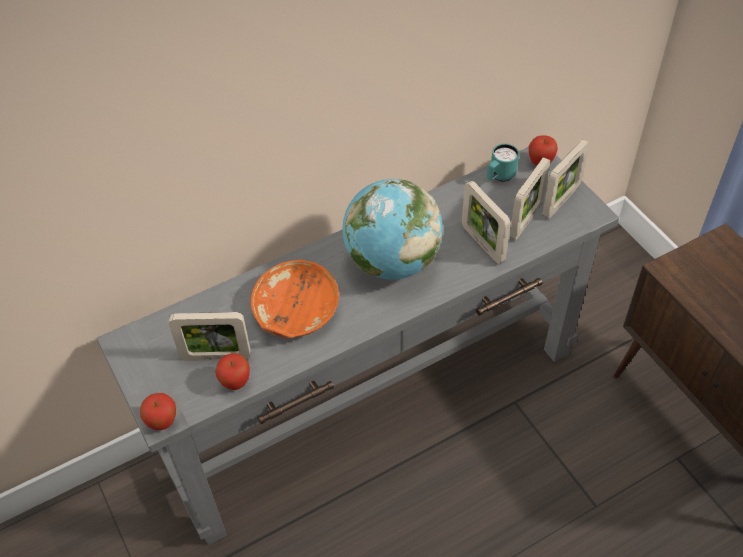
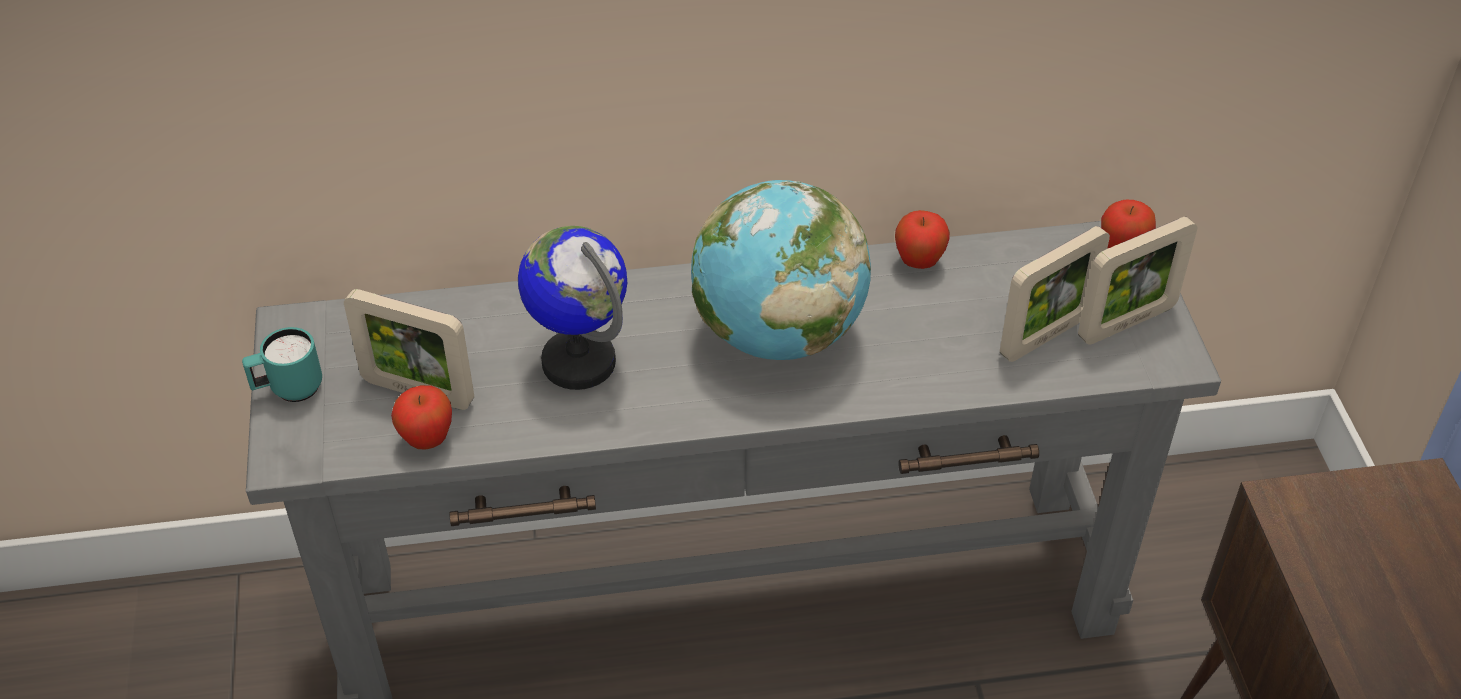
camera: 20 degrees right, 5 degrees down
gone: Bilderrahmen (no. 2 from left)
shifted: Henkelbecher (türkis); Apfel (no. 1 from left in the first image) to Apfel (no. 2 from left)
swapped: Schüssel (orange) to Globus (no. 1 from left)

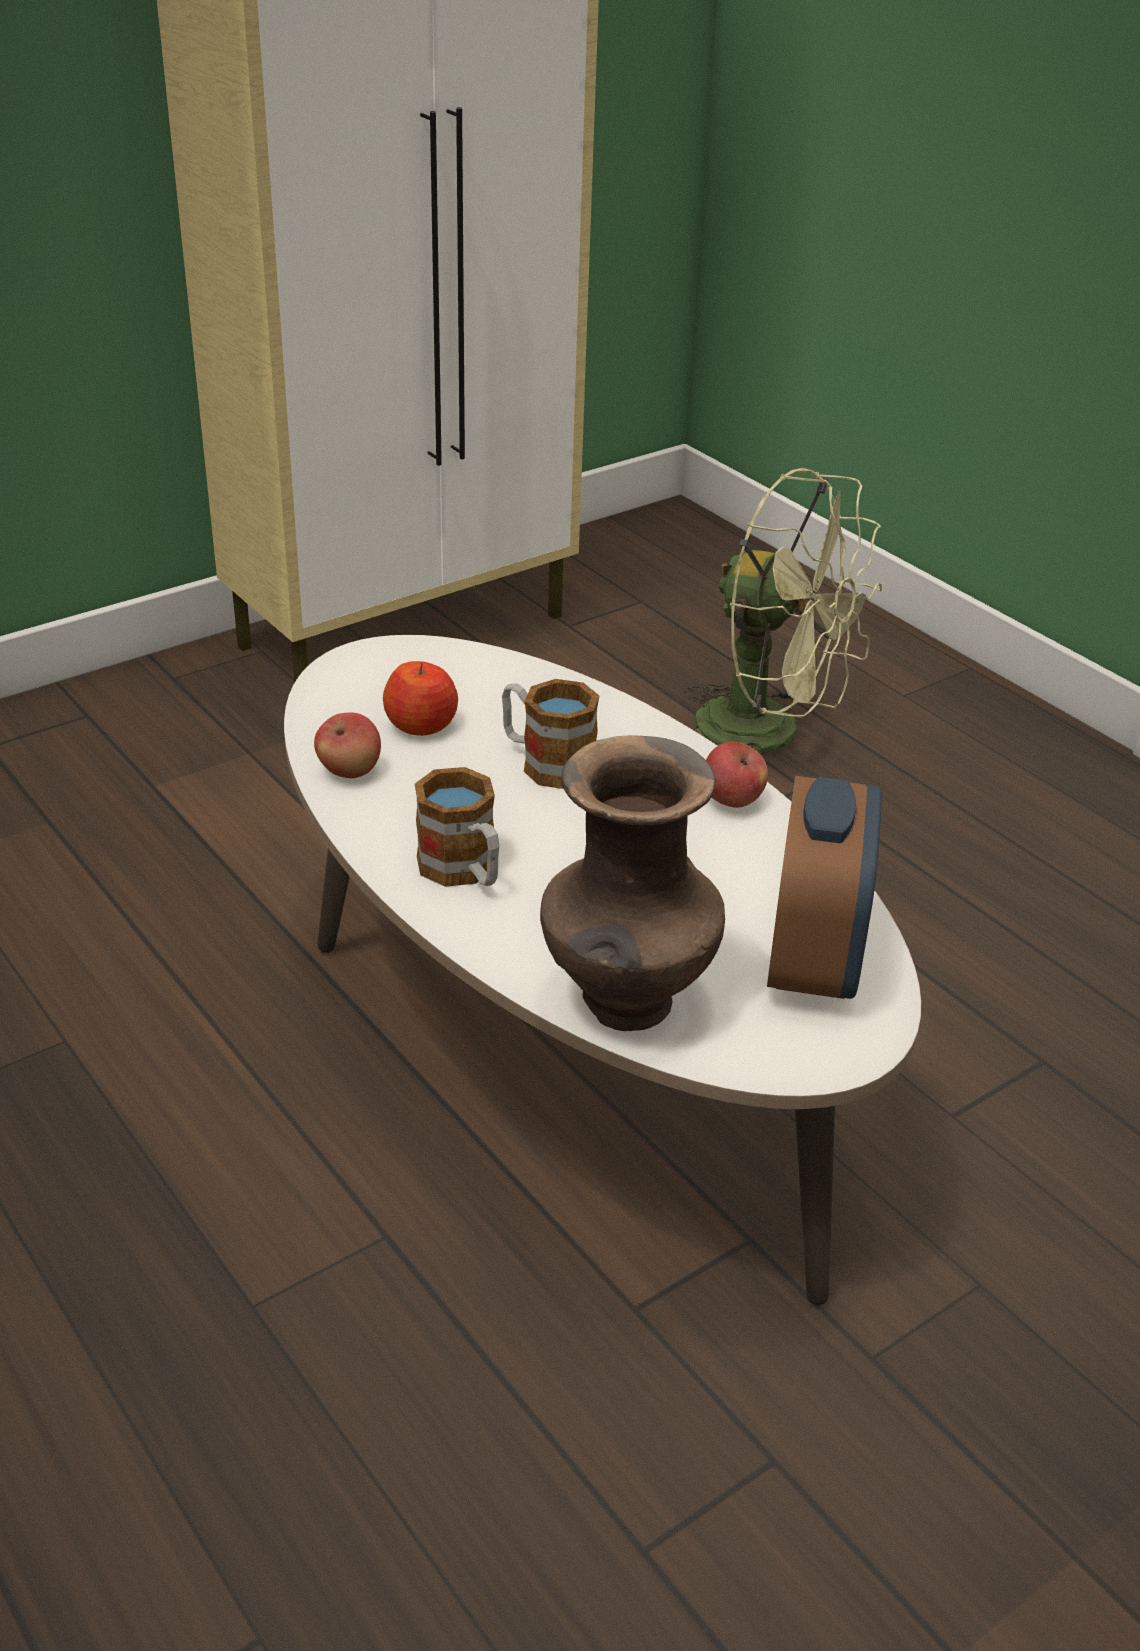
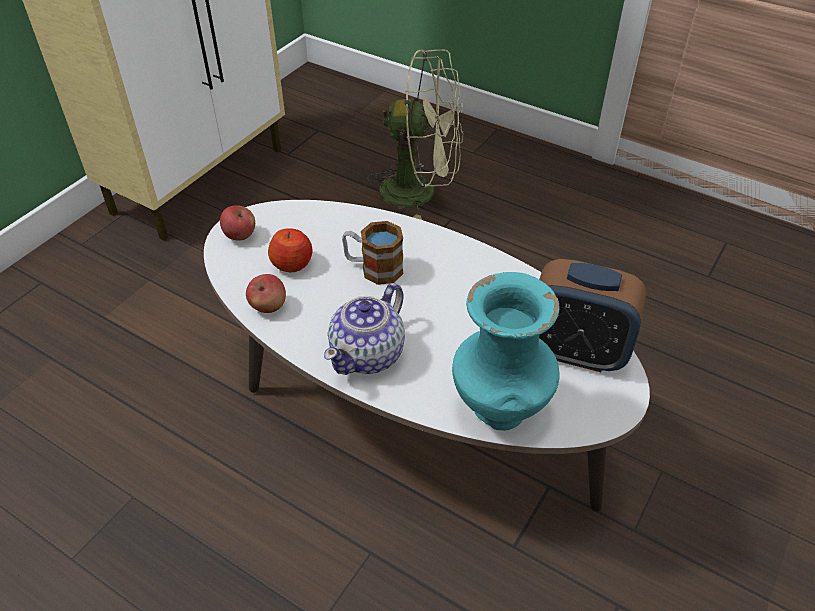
camera: 20 degrees left, 10 degrees up
shifted: Apfel (no. 3 from left in the first image) to Apfel (no. 1 from left)
swapped: Henkelbecher (no. 1 from left) to Teekanne
repainted: Vase (braun) to Vase (türkis)
rotated: Wecker 120 degrees clockwise

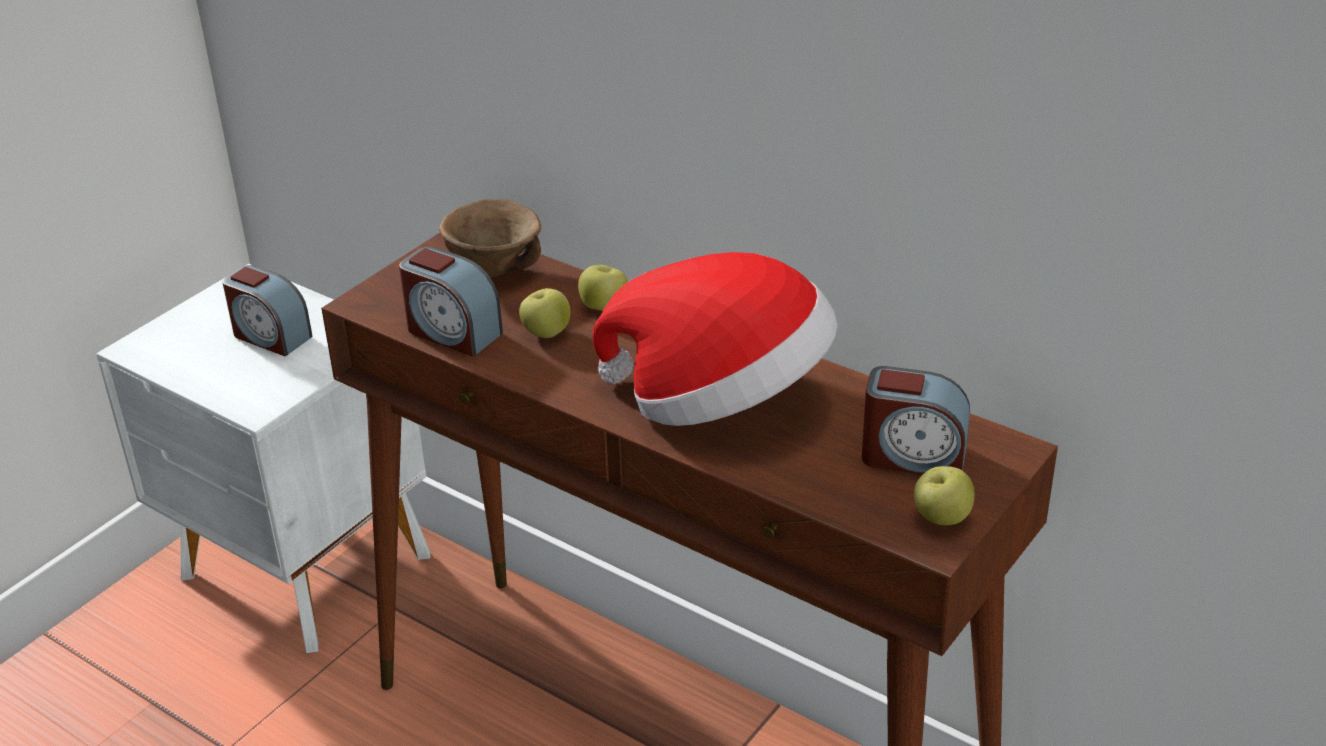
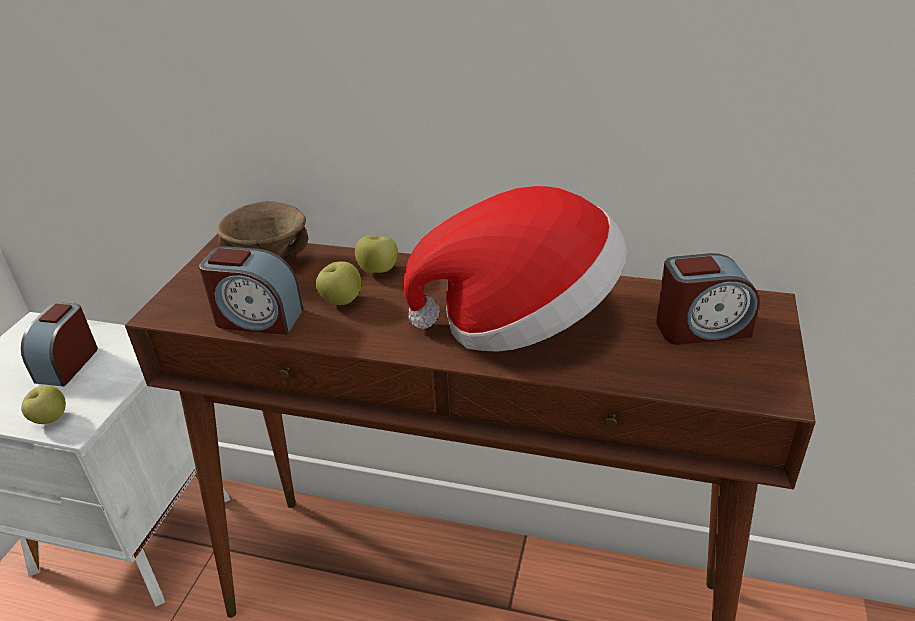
camera: 20 degrees left, 0 degrees up
shifted: Apfel (no. 3 from left in the first image) to Apfel (no. 1 from left)
rotated: Wecker (no. 1 from left) 90 degrees clockwise

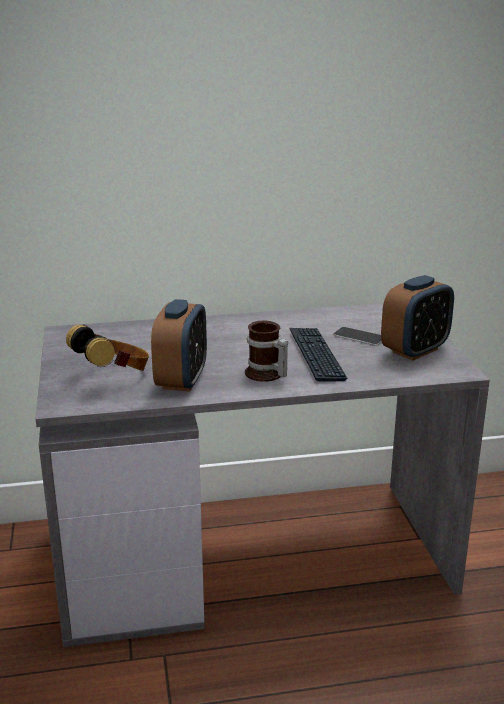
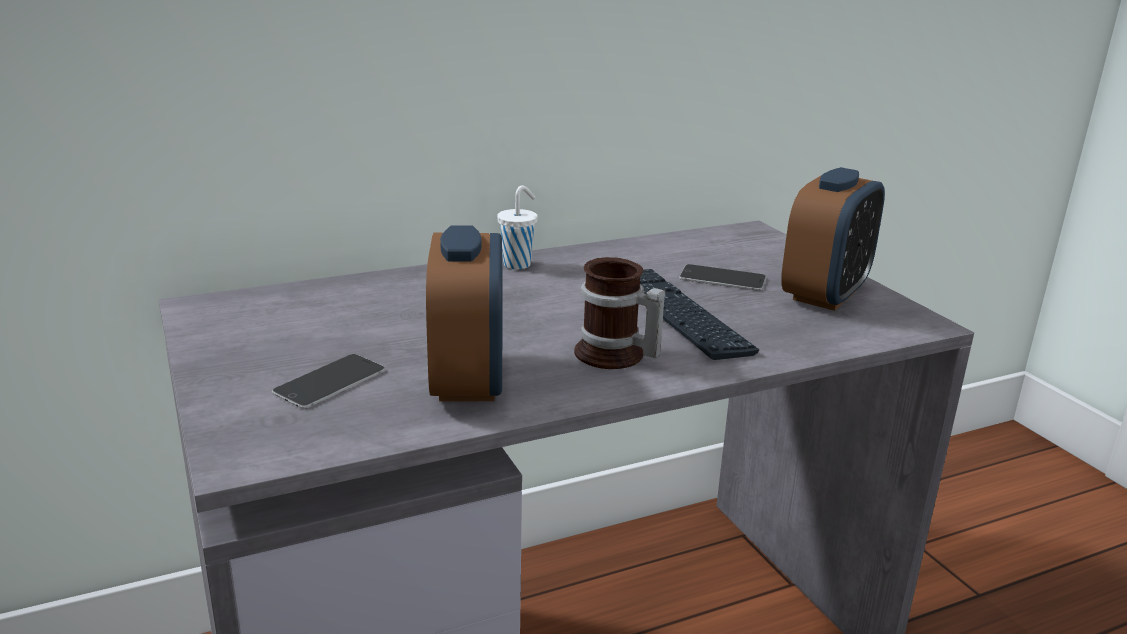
camera: 15 degrees left, 0 degrees up
new: Tasse (weiß)
swapped: Kopfhörer to Handy (no. 1 from left)

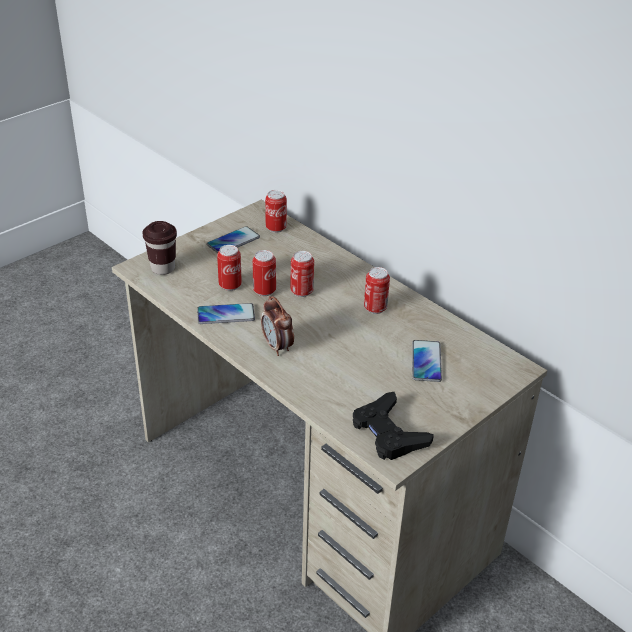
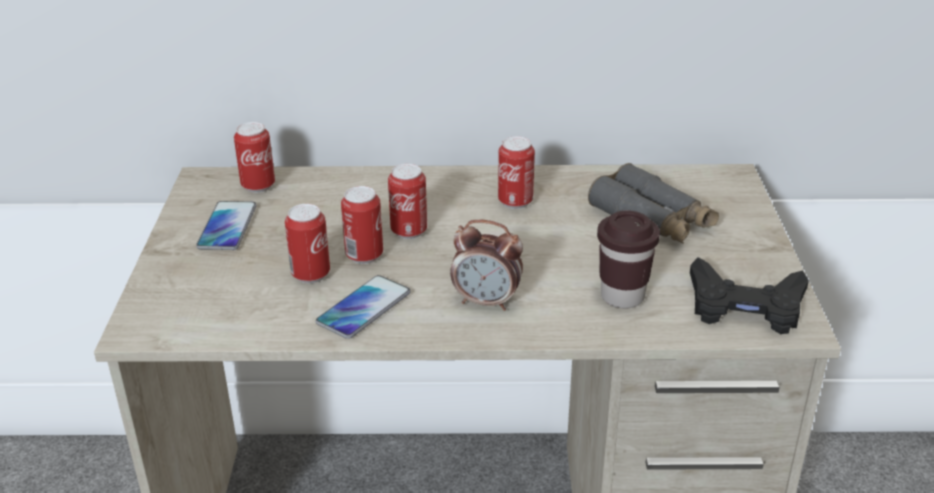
camera: 45 degrees left, 5 degrees down
shifted: Tasse (braun)
swapped: Handy (no. 3 from left) to Fernglas (grau)

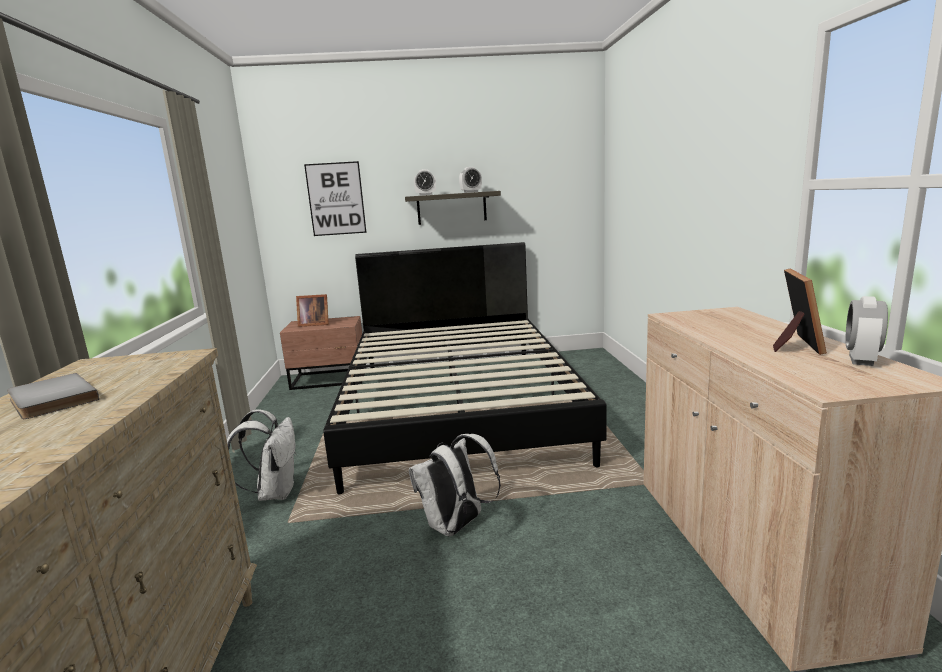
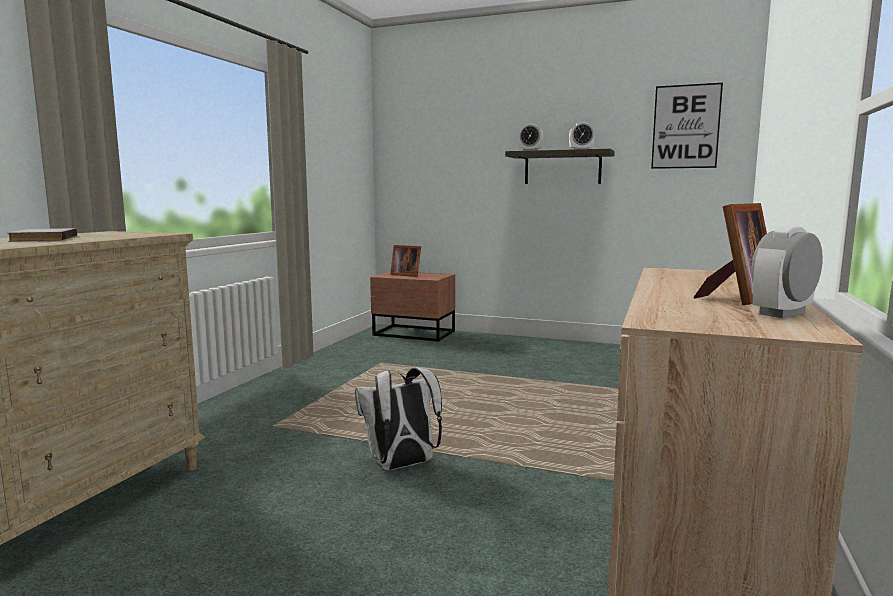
camera: 25 degrees right, 5 degrees down
gone: Rucksack (weiß) (no. 1 from left); Bett (schwarz)
shifted: Bild

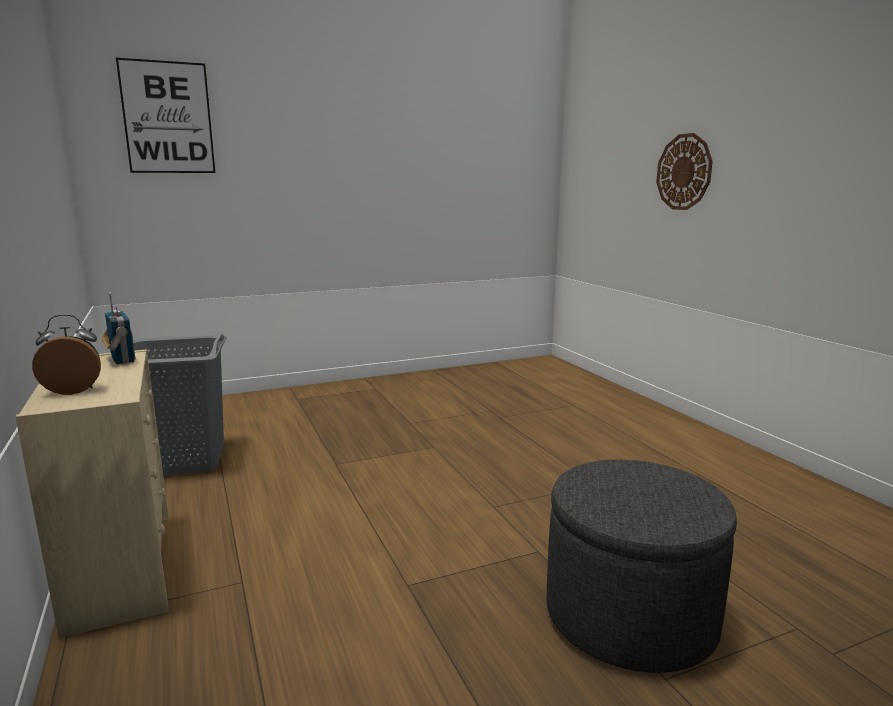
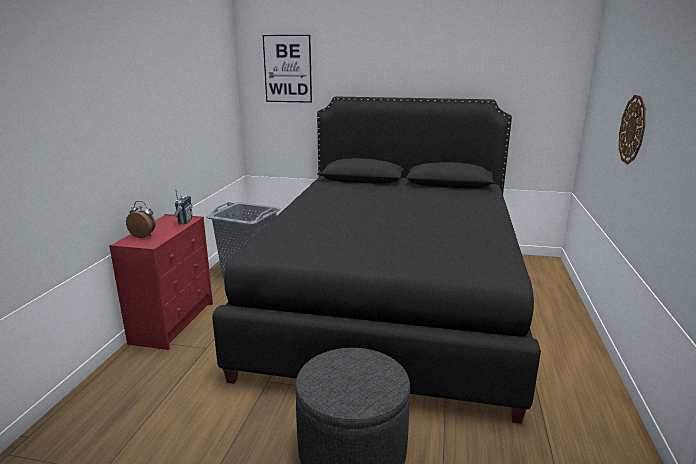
camera: 35 degrees right, 5 degrees up
new: Bett (schwarz)
repainted: Kommode (beige) to Kommode (rot)

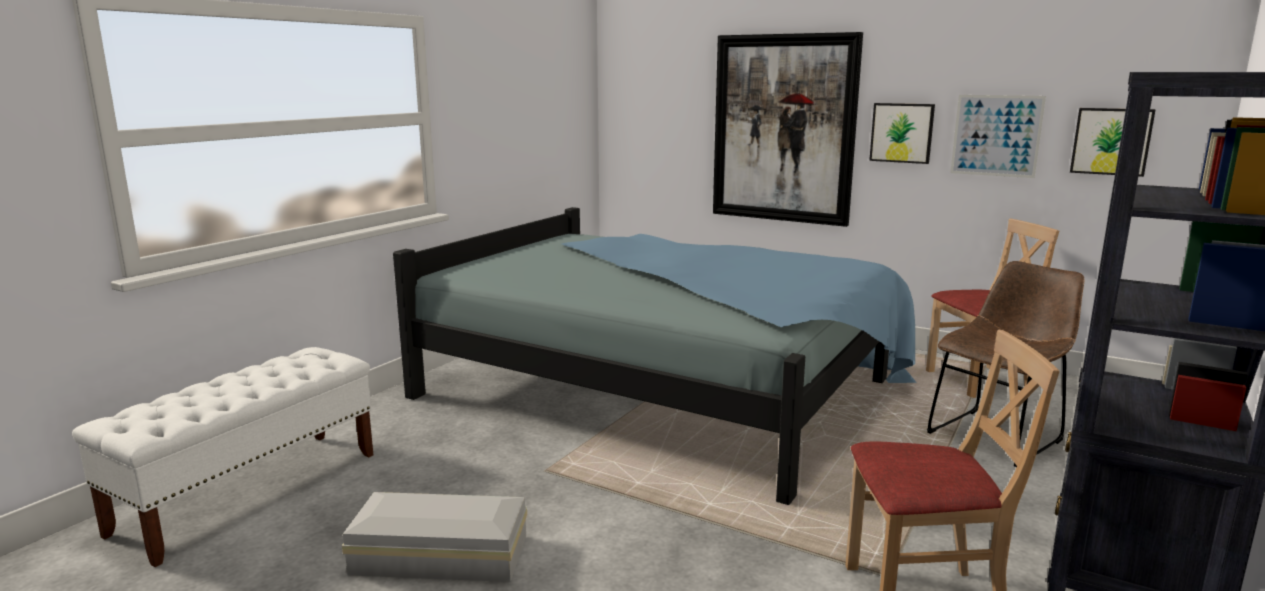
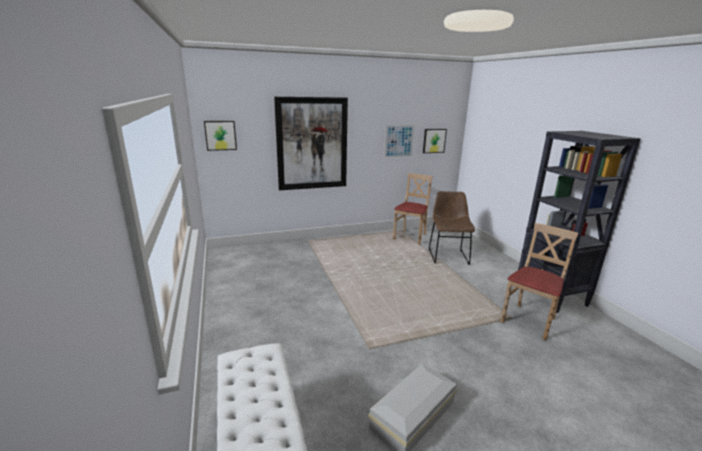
camera: 50 degrees left, 5 degrees up
gone: Bett (blau)
shifted: Bild (no. 2 from left in the first image) to Bild (no. 1 from left)

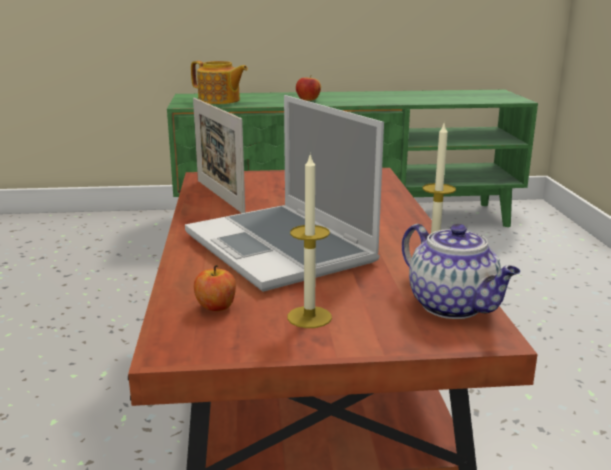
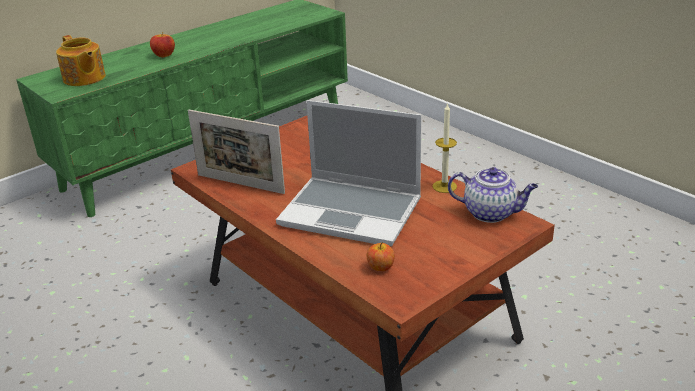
camera: 35 degrees left, 10 degrees up
gone: Kerze (no. 1 from left)
rotated: Teekanne (no. 1 from left) 60 degrees clockwise

